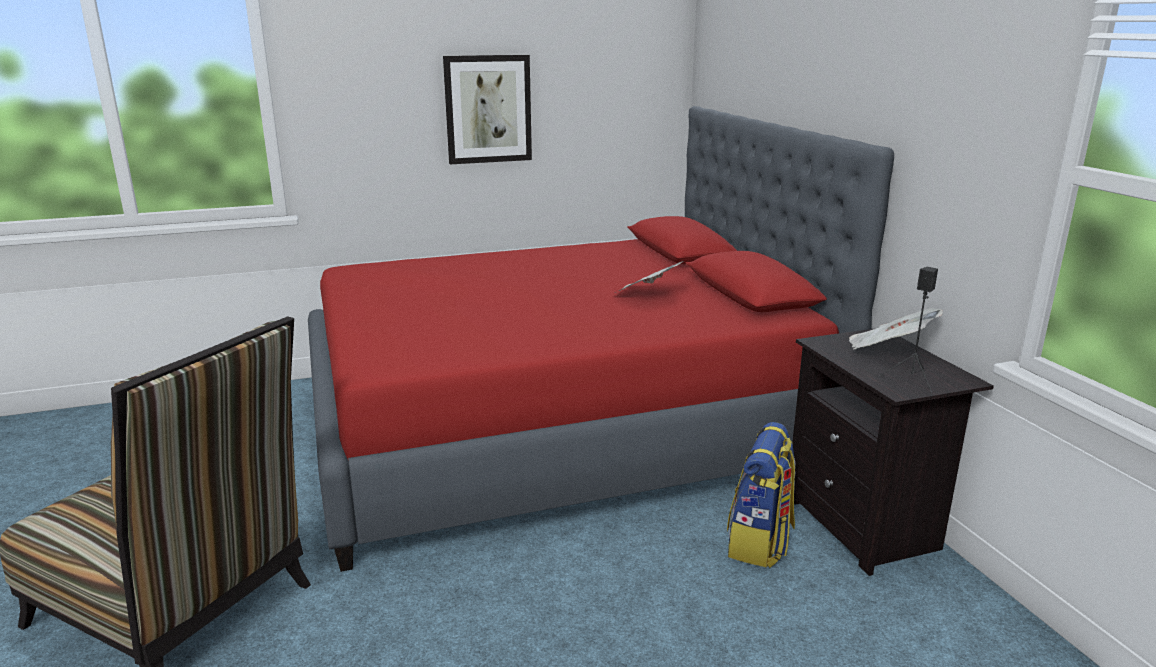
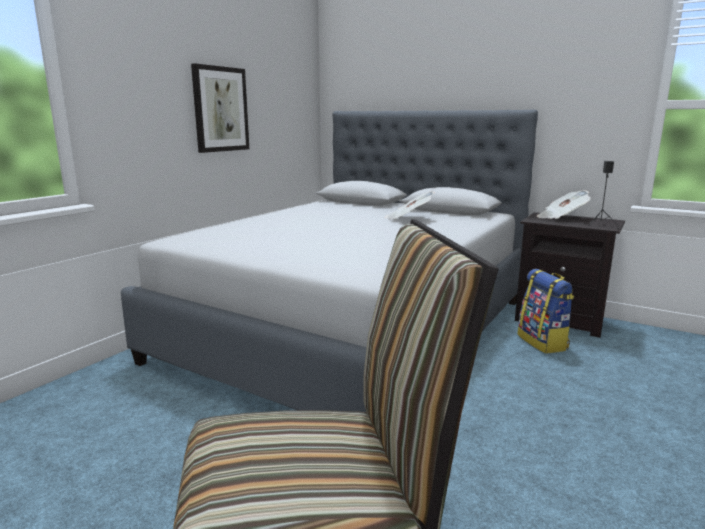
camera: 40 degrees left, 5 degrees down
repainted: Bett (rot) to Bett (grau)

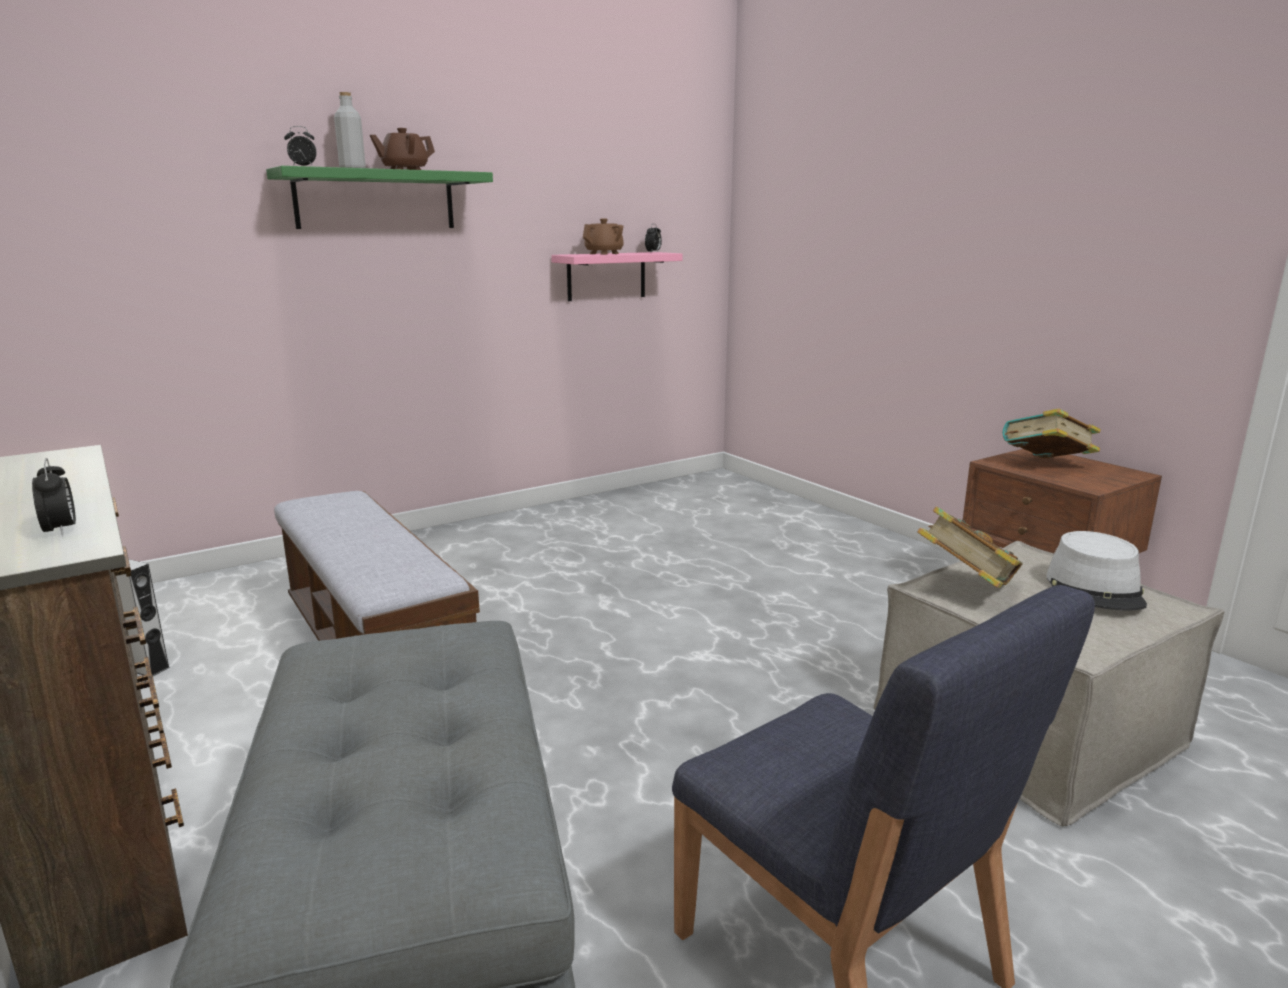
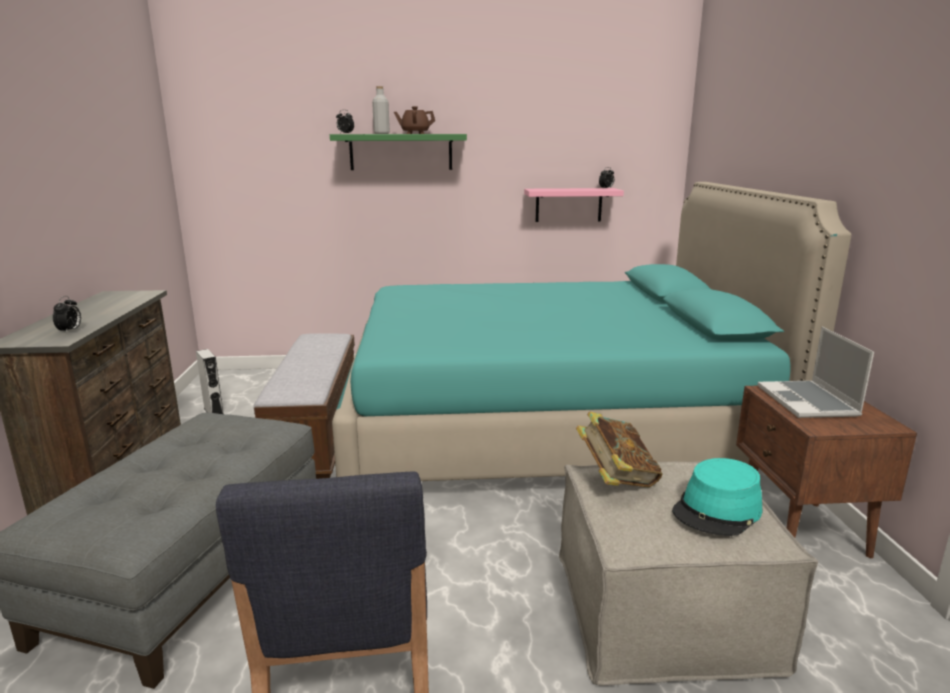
camera: 30 degrees right, 0 degrees up
gone: Teekanne (braun) (no. 2 from left)
new: Bett (türkis)
swapped: Buch (no. 2 from left) to Laptop
repainted: Hut (grau) to Hut (türkis)

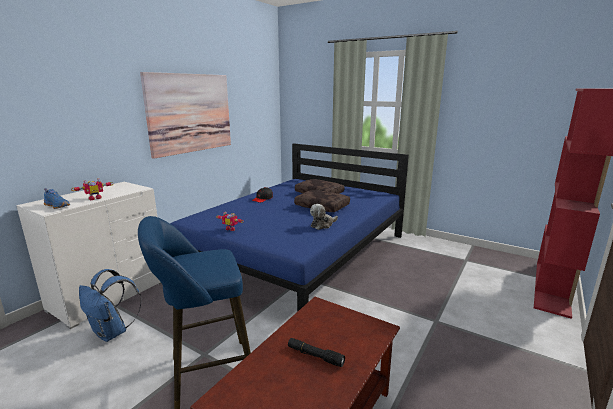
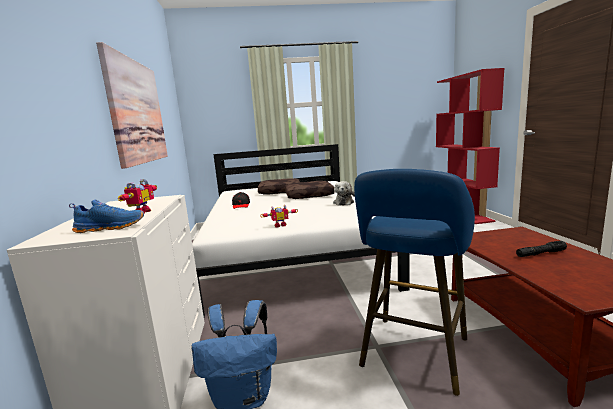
camera: 40 degrees left, 5 degrees down
repainted: Bett (blau) to Bett (weiß)

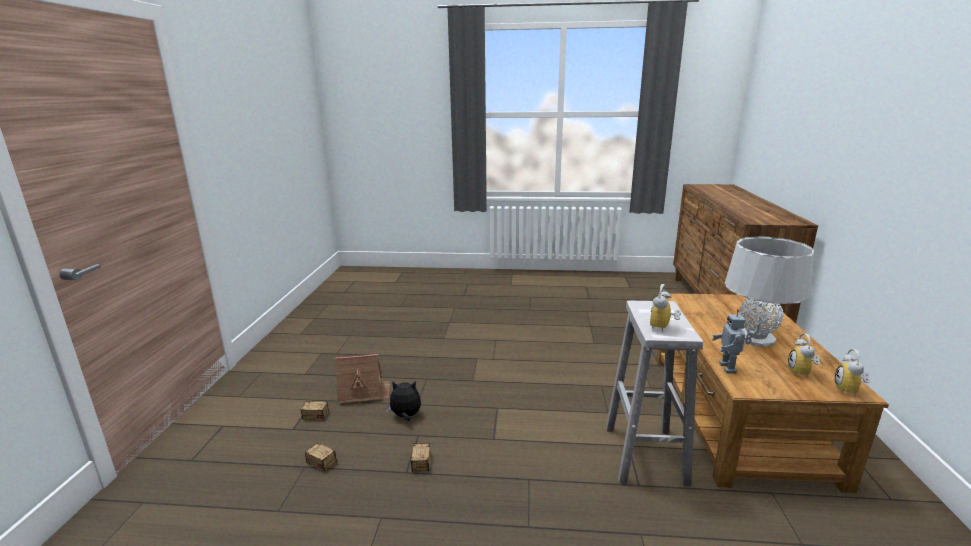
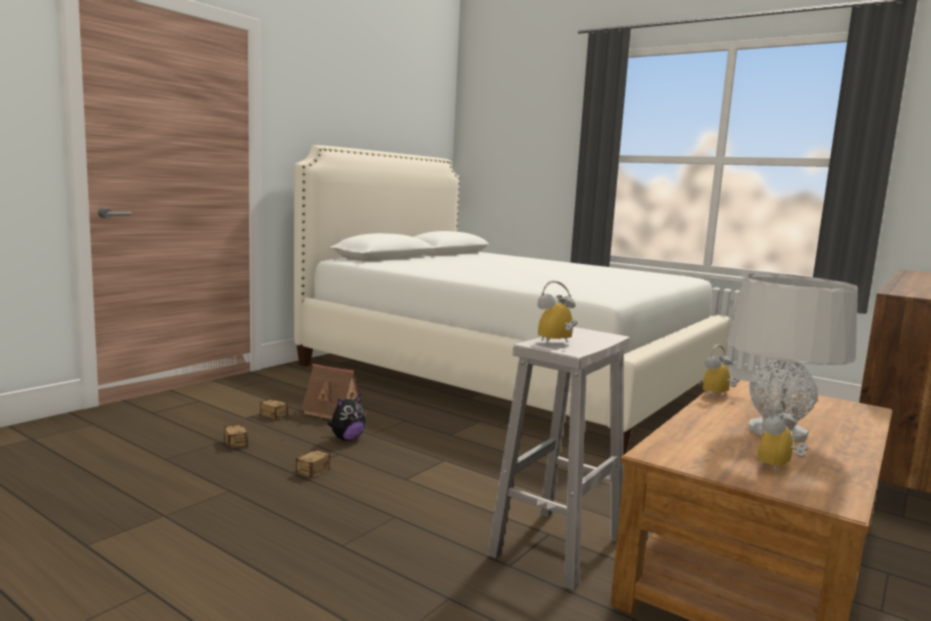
camera: 30 degrees right, 10 degrees down
gone: Spielzeugroboter
new: Bett (weiß)
shifted: Wecker (no. 3 from left in the first image) to Wecker (no. 2 from left)
rotated: Plüschtier 105 degrees clockwise

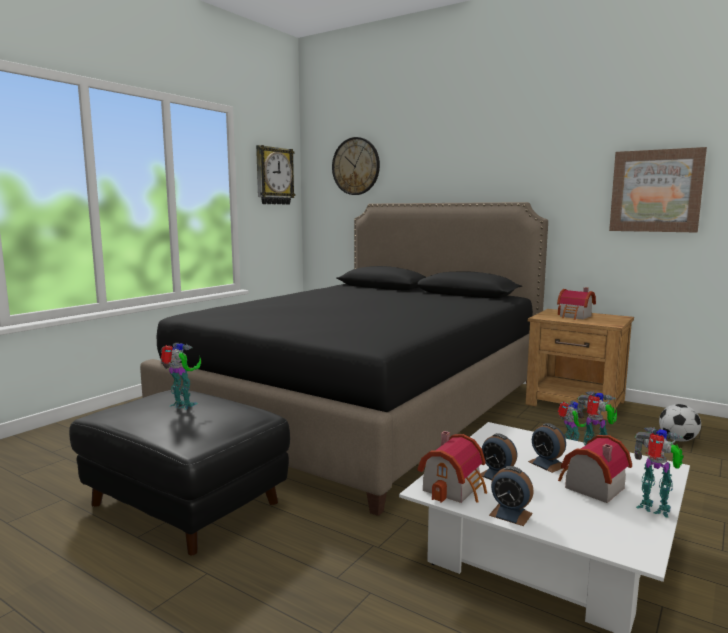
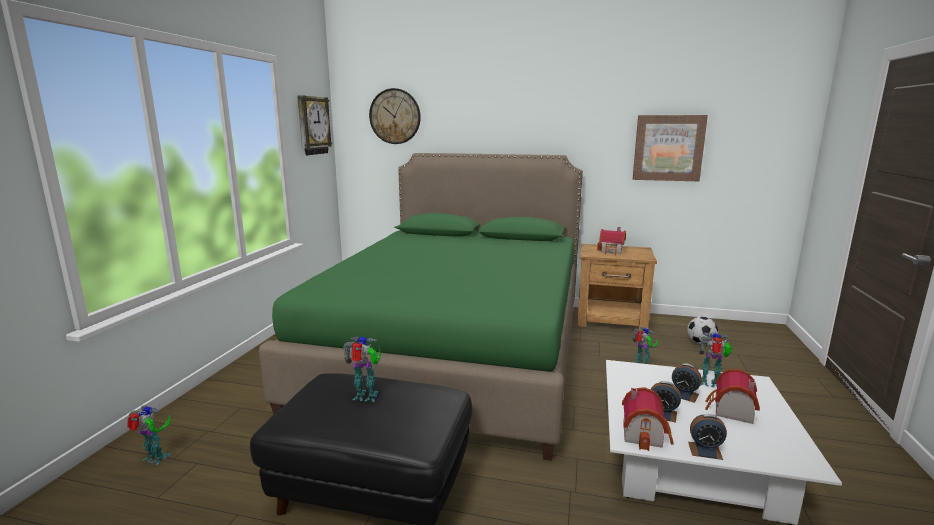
camera: 20 degrees left, 5 degrees up
shifted: Spielzeugroboter (no. 4 from left in the first image) to Spielzeugroboter (no. 1 from left)
repainted: Bett (schwarz) to Bett (grün)

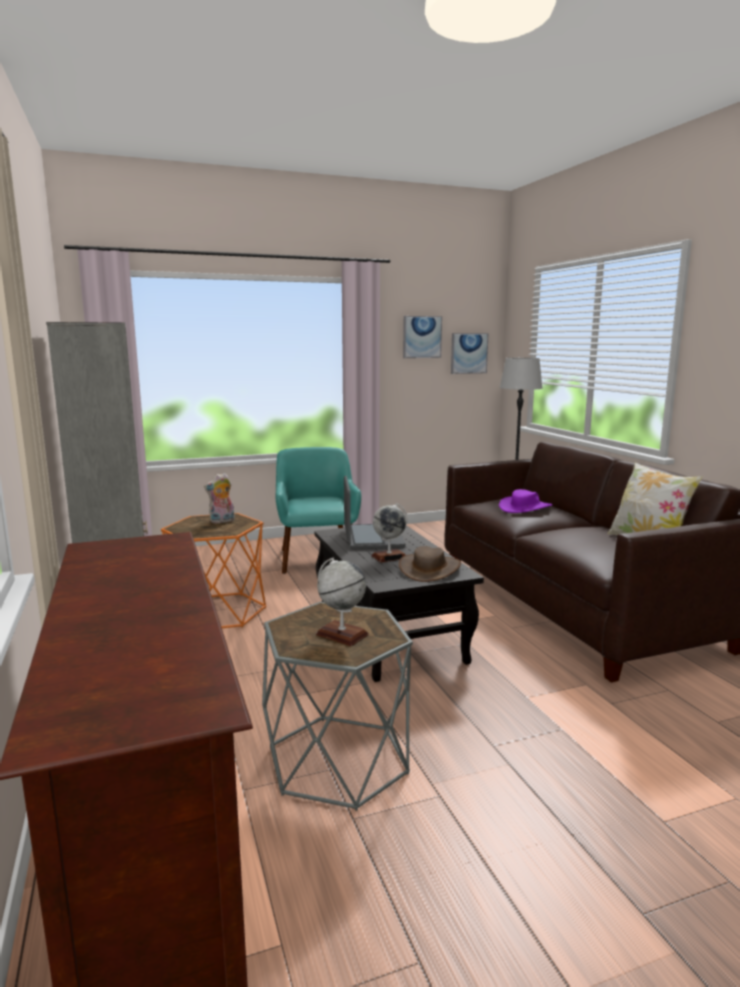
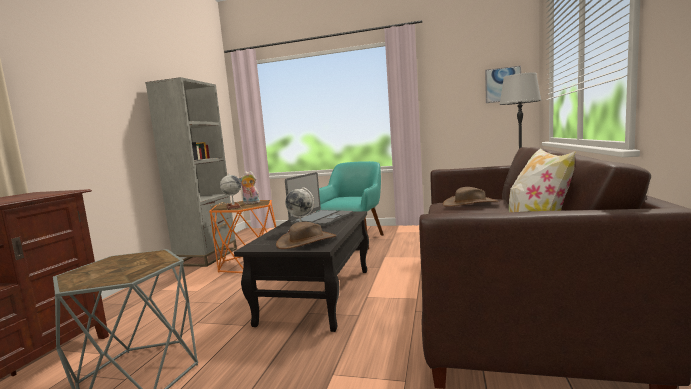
camera: 35 degrees right, 5 degrees down
gone: Bild (no. 1 from left)
shifted: Globus (no. 1 from left)
repainted: Hut (lila) to Hut (braun) (no. 2 from left)

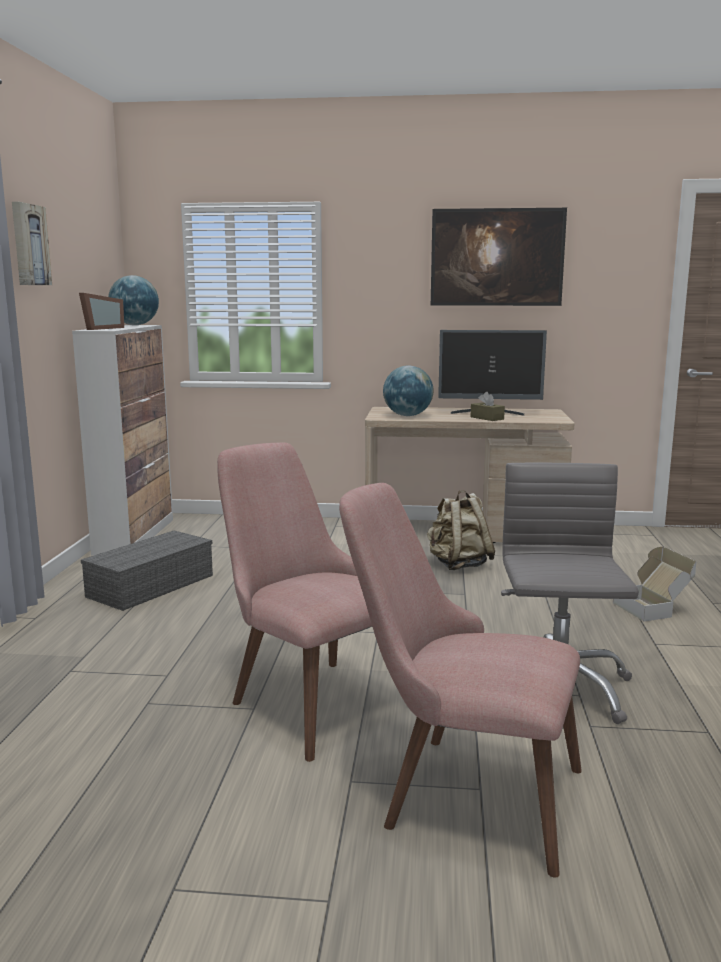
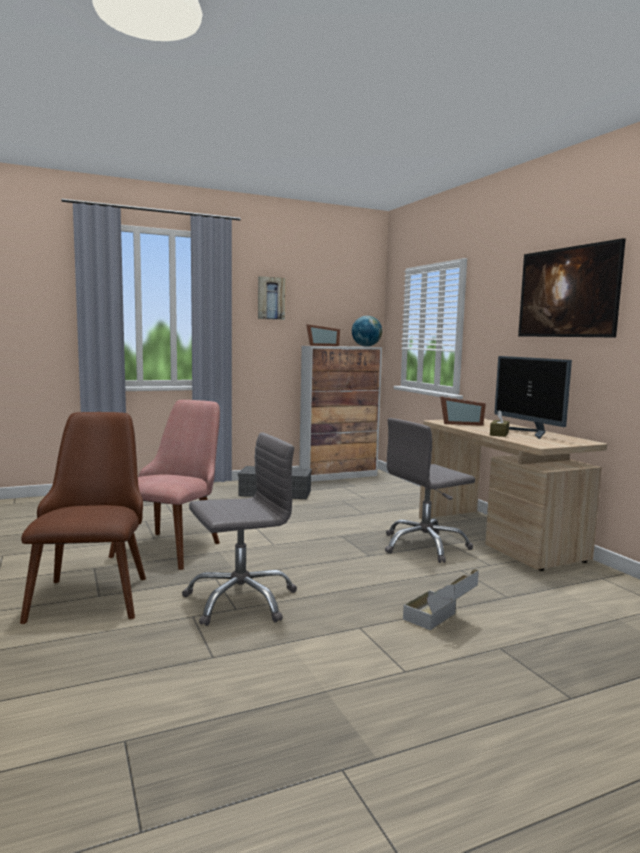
camera: 60 degrees right, 5 degrees down
swapped: Rucksack (beige) to Bürostuhl (grau) (no. 2 from left); Globus (no. 2 from left) to Bilderrahmen (no. 2 from left)
repainted: Stuhl (rosa) (no. 2 from left) to Stuhl (braun)

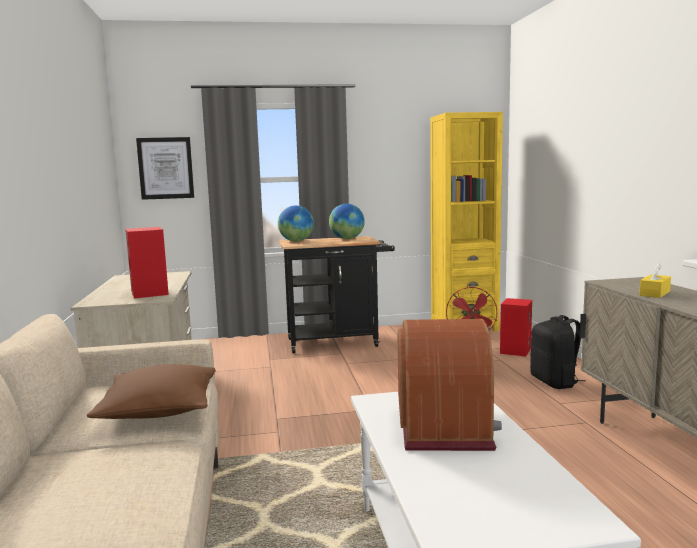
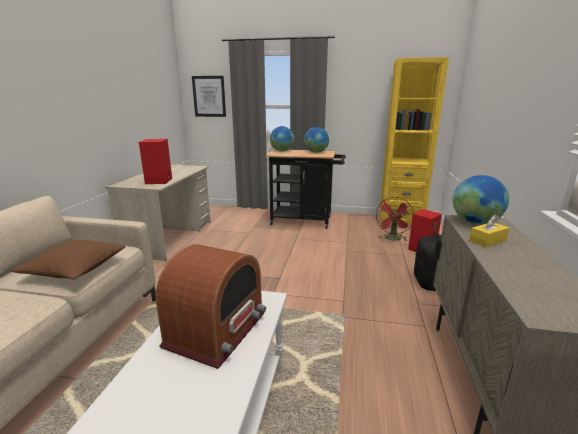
camera: 20 degrees right, 10 degrees up
new: Globus (no. 3 from left)

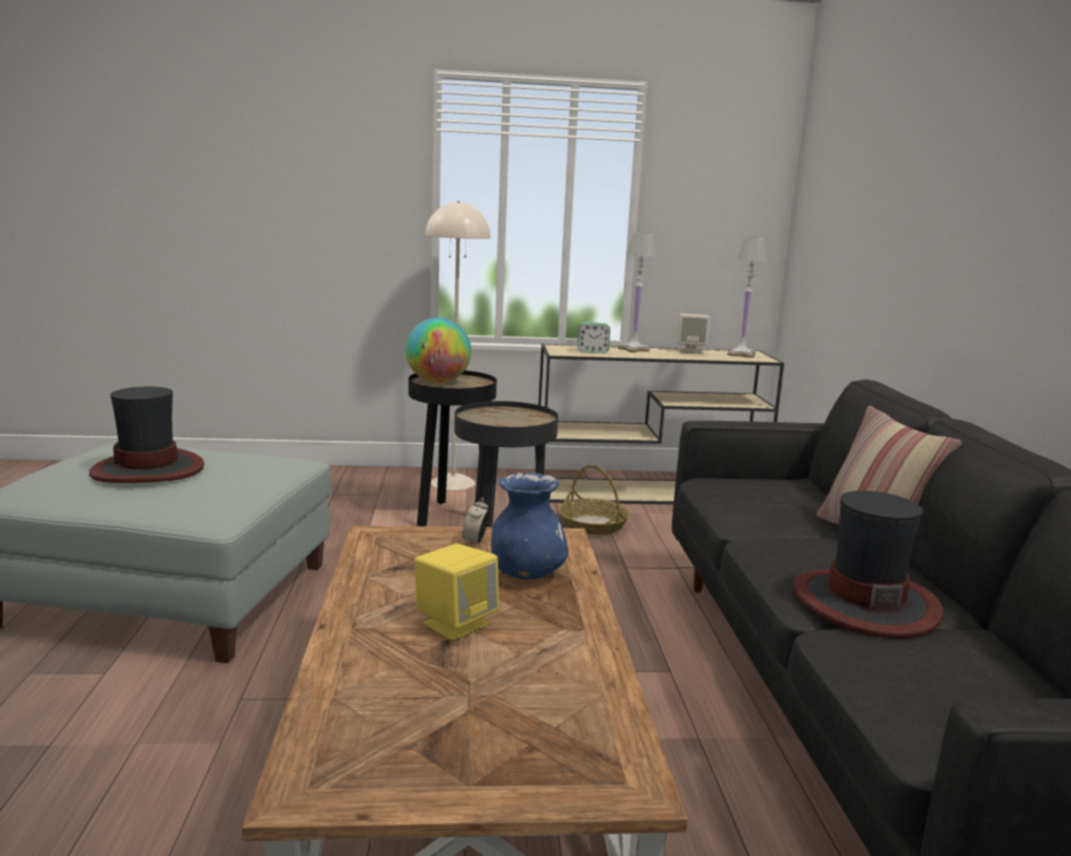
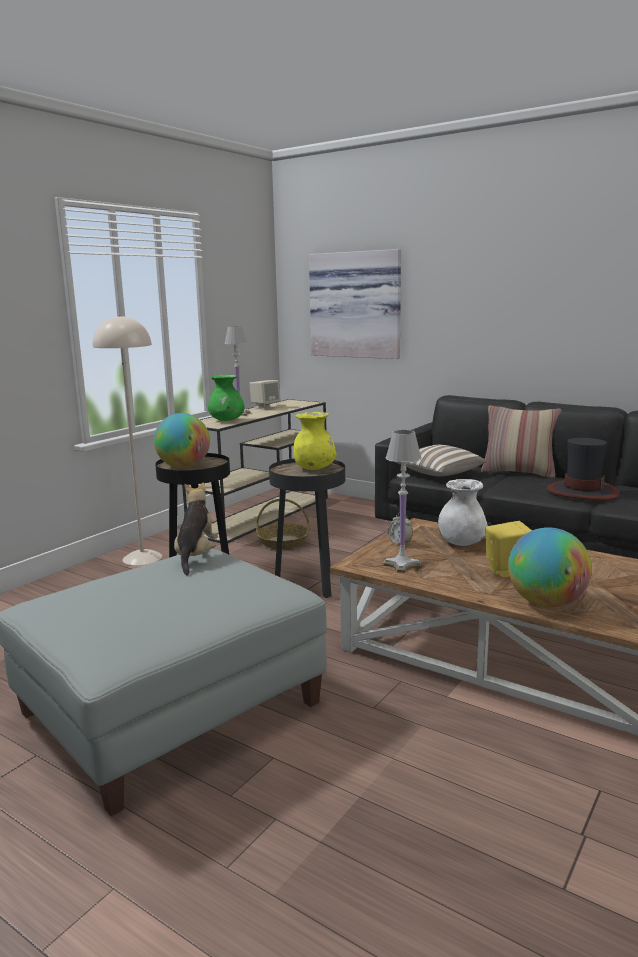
camera: 50 degrees left, 0 degrees up
gone: Hut (no. 1 from left)
new: Plüschtier; Vase (gelb); Bild; Kissen (no. 1 from left); Globus (no. 2 from left)
shifted: Tischlampe (weiß) (no. 2 from left)
swapped: Wecker (no. 2 from left) to Vase (grün)
repainted: Vase (blau) to Vase (weiß)

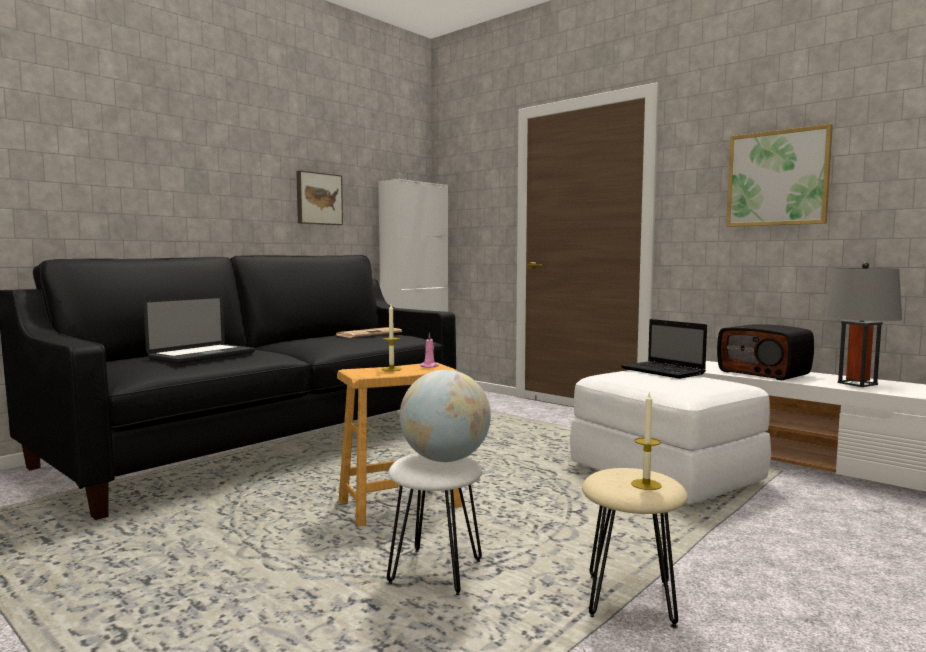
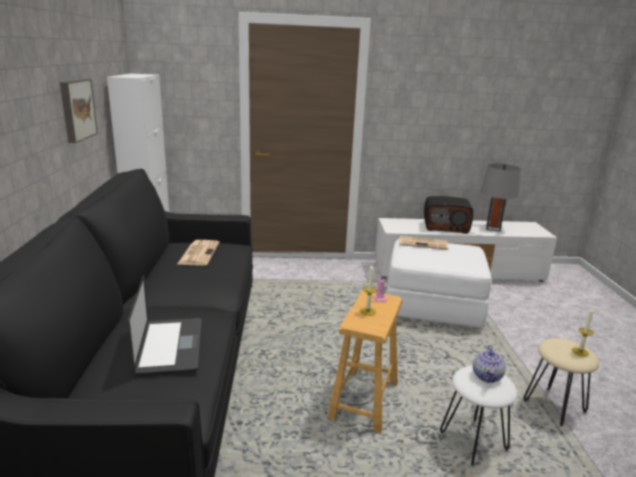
camera: 45 degrees left, 15 degrees up
gone: Bild (no. 2 from left)
swapped: Laptop (no. 2 from left) to Zeitung (no. 2 from left); Globus to Teekanne

